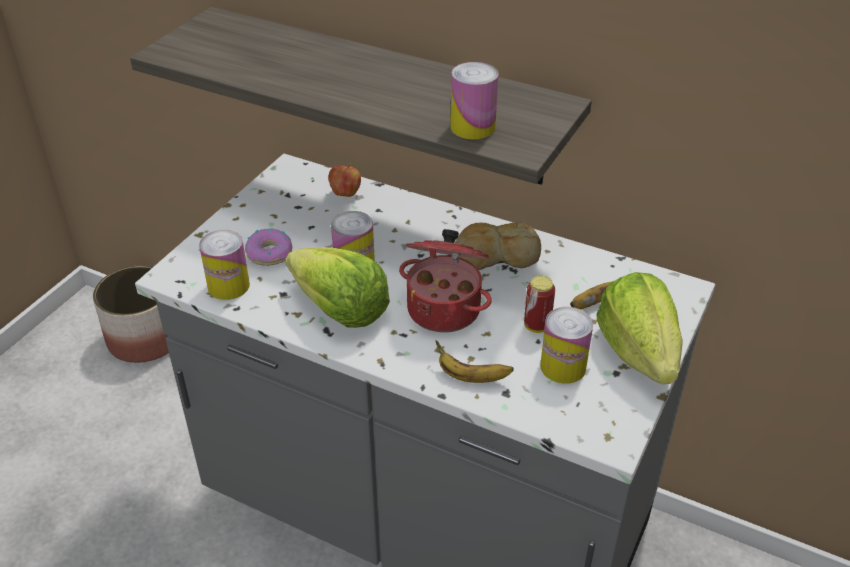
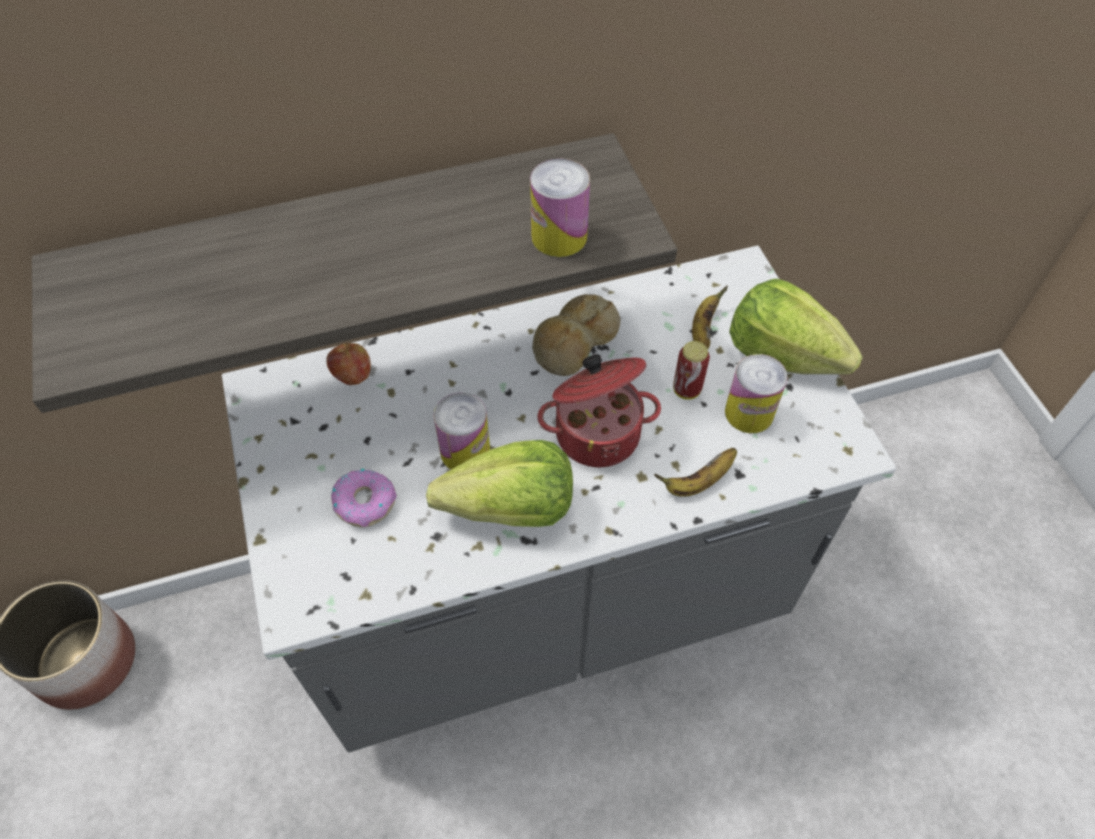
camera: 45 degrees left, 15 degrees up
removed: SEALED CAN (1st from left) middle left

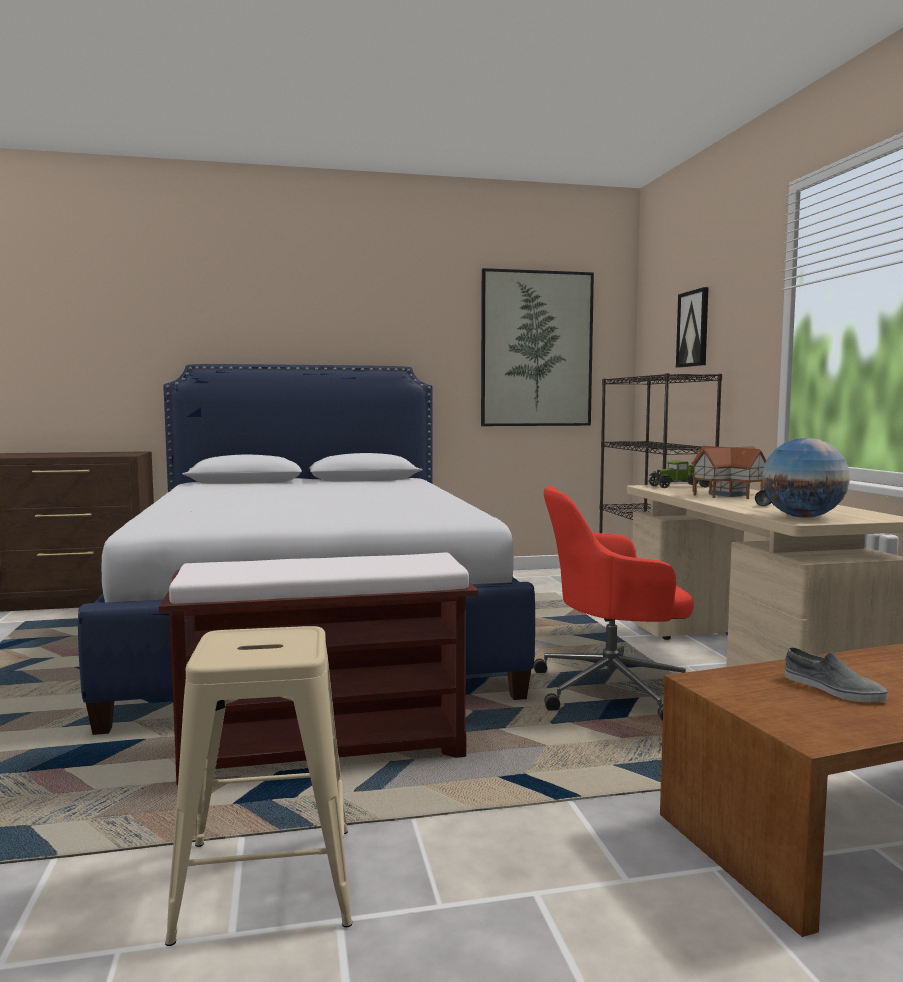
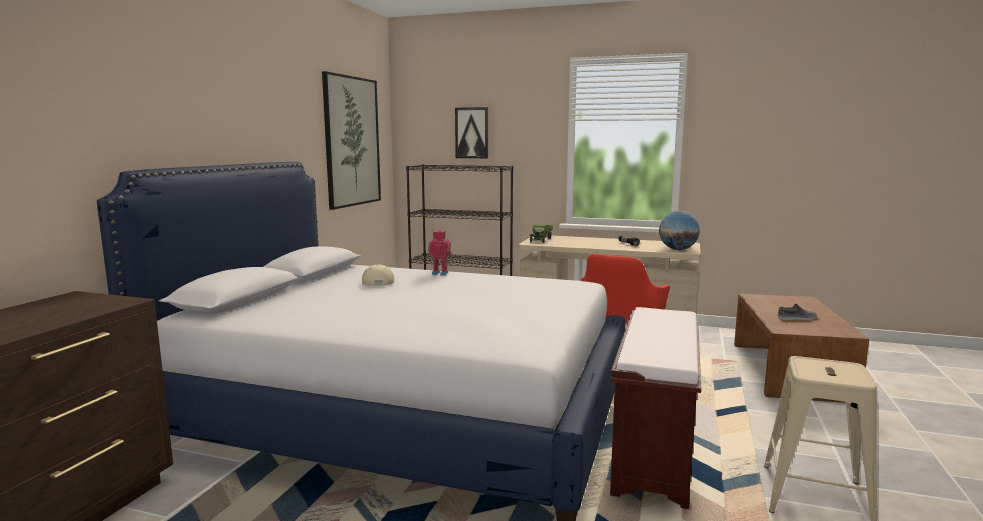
camera: 60 degrees left, 5 degrees up
removed: TOY HOUSE middle right
added: BEIGE-COLOURED CAP centre; TOY ROBOT centre

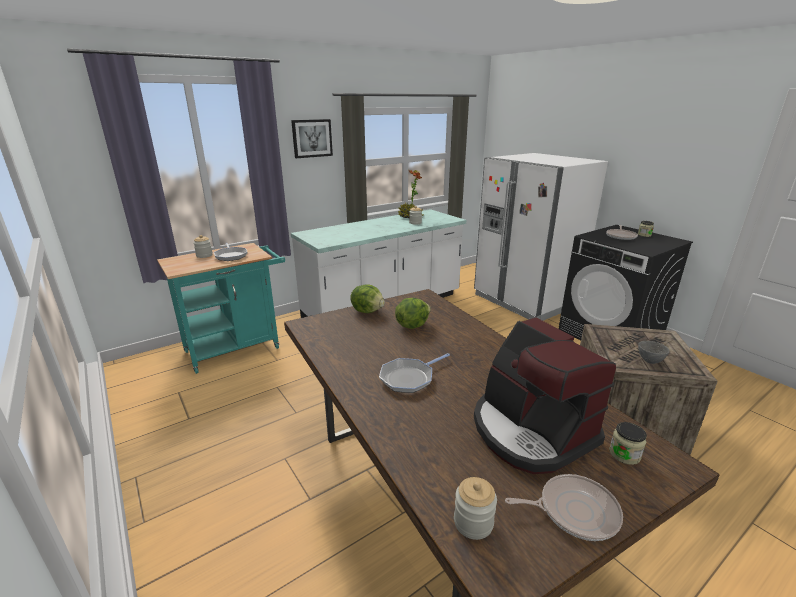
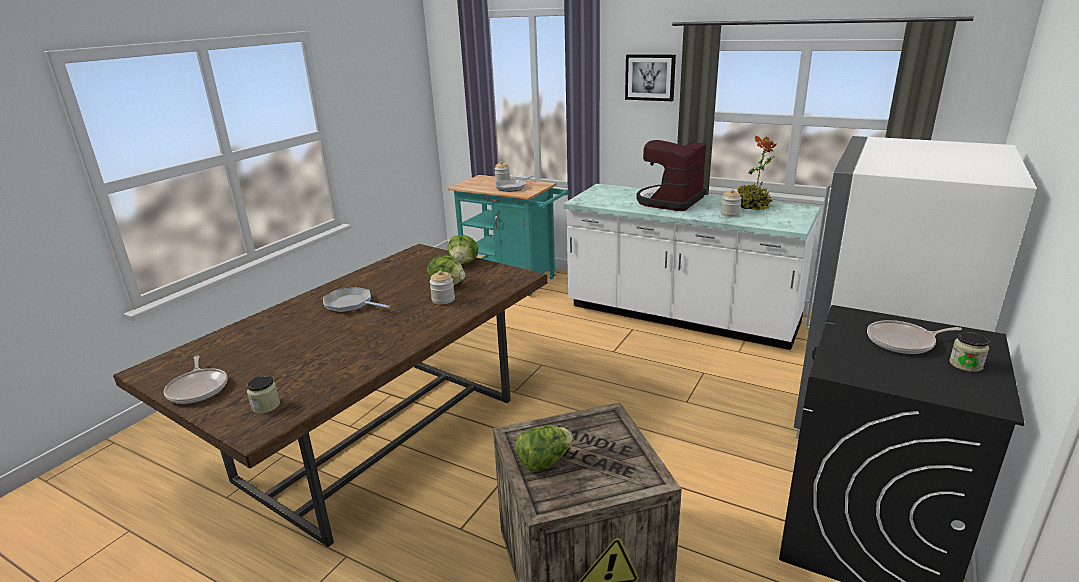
camera: 65 degrees right, 0 degrees up
moved: JAR (3rd from left in the first image) bottom centre to JAR (2nd from left) centre; COFFEE MACHINE middle right to top centre
replaced: GRAY SERVING BOWL middle right to LETTUCE (3rd from left) bottom centre

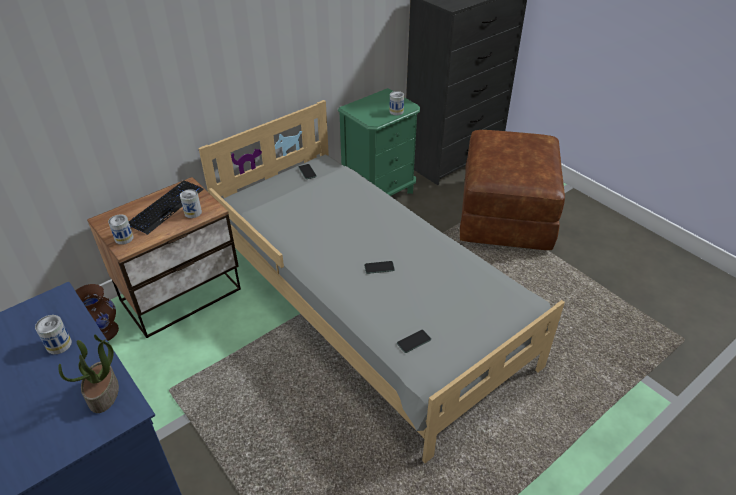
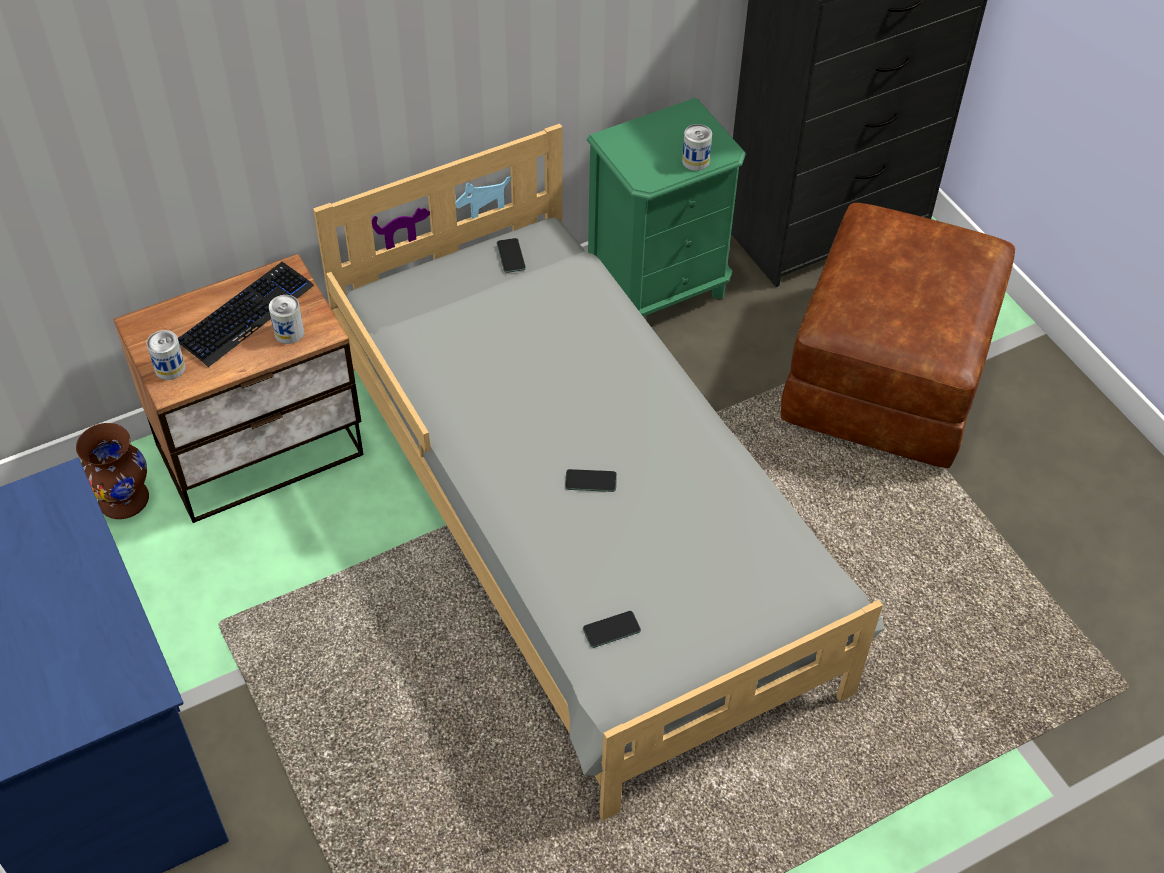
camera: 10 degrees right, 10 degrees up
removed: SEALED CAN (1st from left) bottom left; POTTED PLANT bottom left

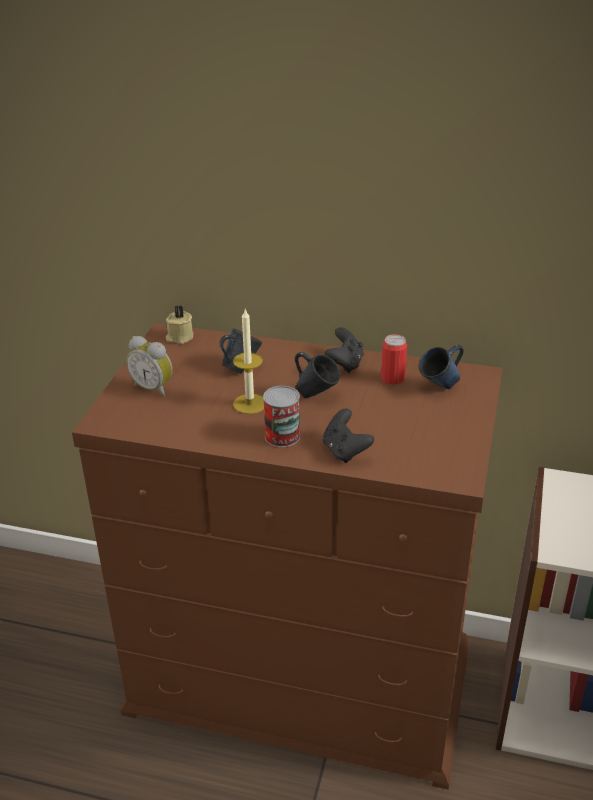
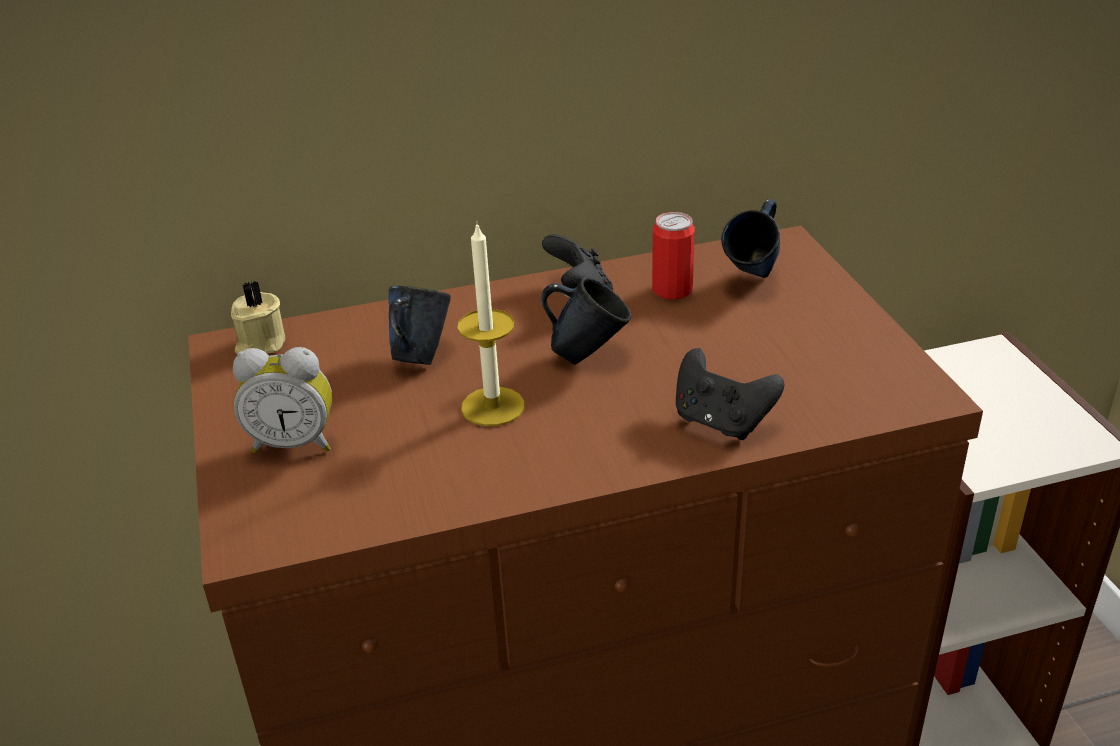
camera: 30 degrees left, 0 degrees up
removed: SEALED CAN (1st from left) centre

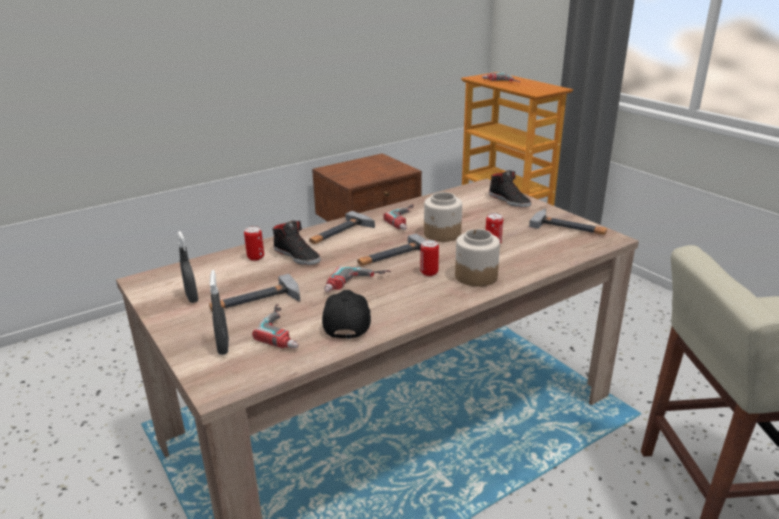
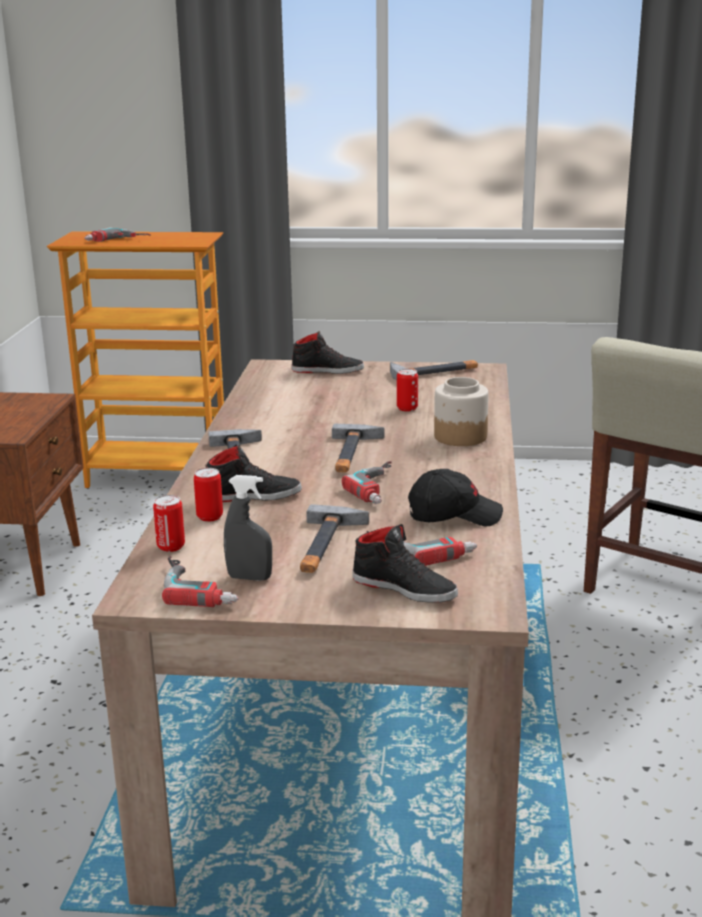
camera: 50 degrees left, 5 degrees down
removed: JAR (1st from left) centre
moved: DRILL (3rd from left in the first image) centre to DRILL (2nd from left) middle left; SEALED CAN (2nd from left in the first image) centre to SEALED CAN (1st from left) middle left
replaced: GRAY SPRAY BOTTLE (2nd from left) middle left to BLACK-COLOURED ITEM OF FOOTWEAR (3rd from left) centre
turned: BLACK-COLOURED CAP centre = centre 135 degrees clockwise

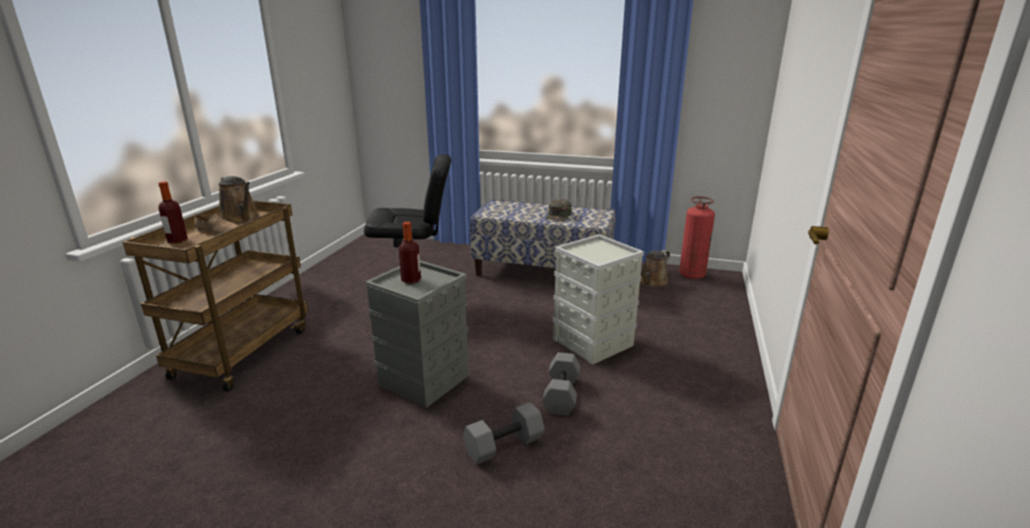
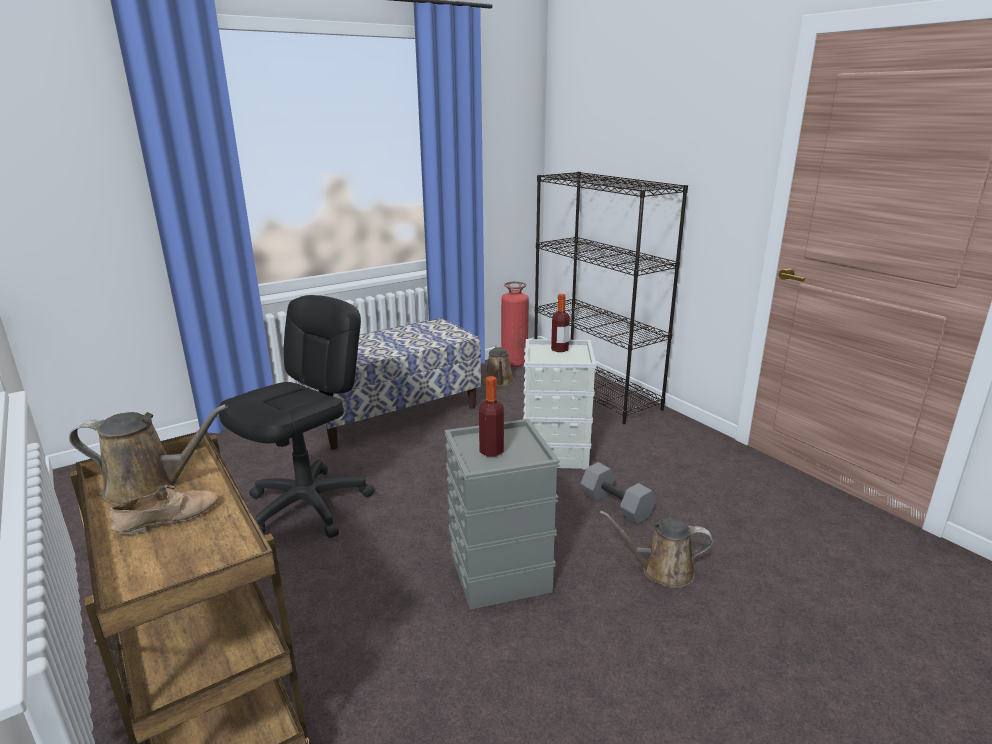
camera: 50 degrees left, 0 degrees up
removed: GREEN CAP centre
added: BLACK-COLOURED BOOKSHELF centre
moved: BEVERAGE BOTTLE (1st from left in the first image) middle left to BEVERAGE BOTTLE (2nd from left) centre
replaced: GRAY FREE WEIGHT (1st from left) bottom centre to BROWN SPRINKLING CAN (3rd from left) bottom centre

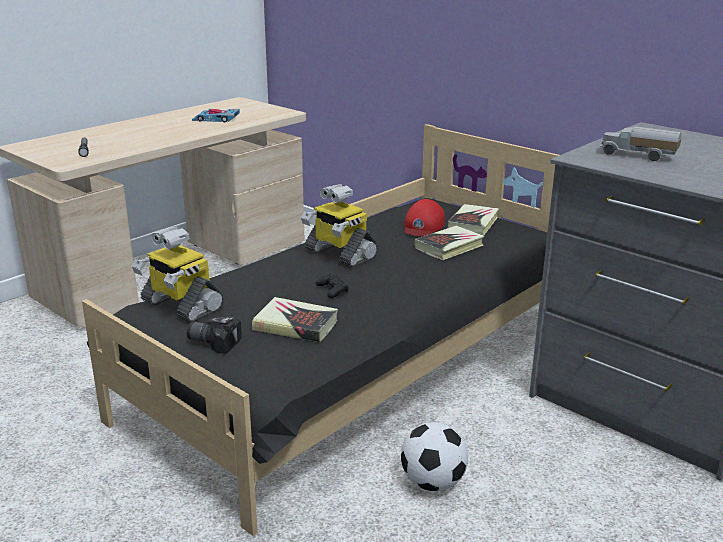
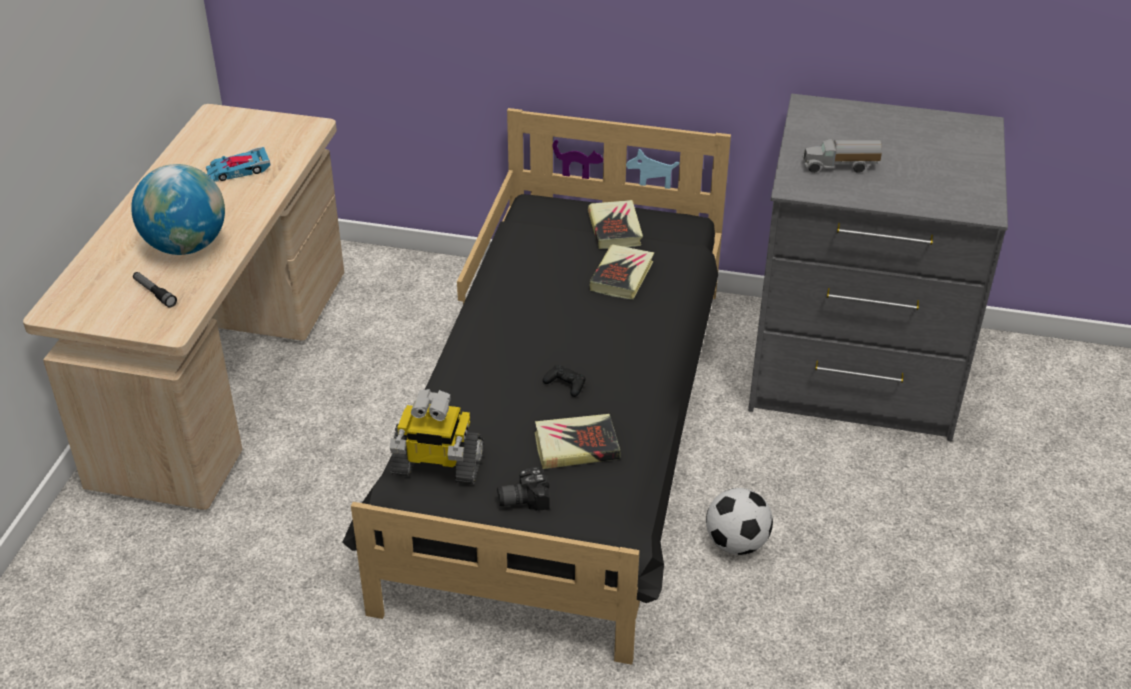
camera: 30 degrees left, 15 degrees up
removed: TOY ROBOT (2nd from left) centre; REDDISH CAP centre
added: WORLD GLOBE top left

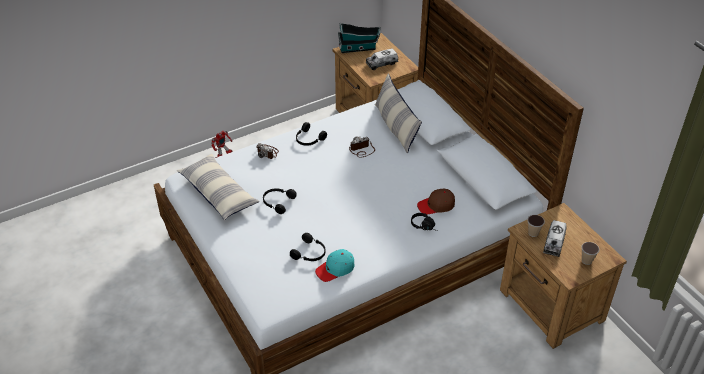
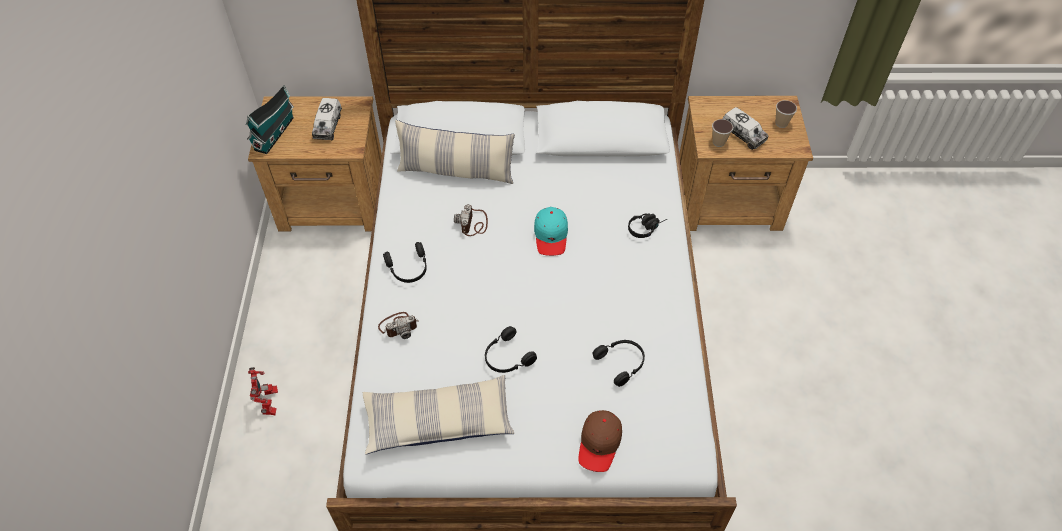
camera: 60 degrees left, 10 degrees up
moved: BLUE-GREEN CAP bottom centre to centre; BROWN CAP centre to bottom centre

